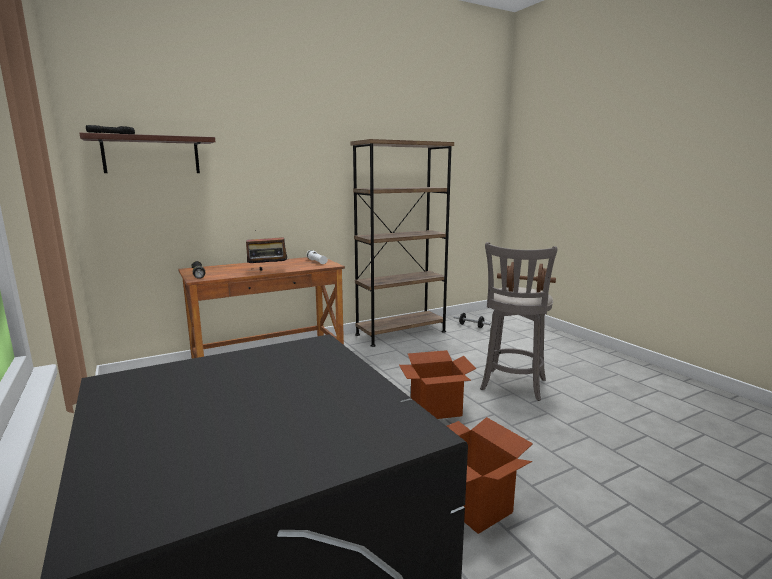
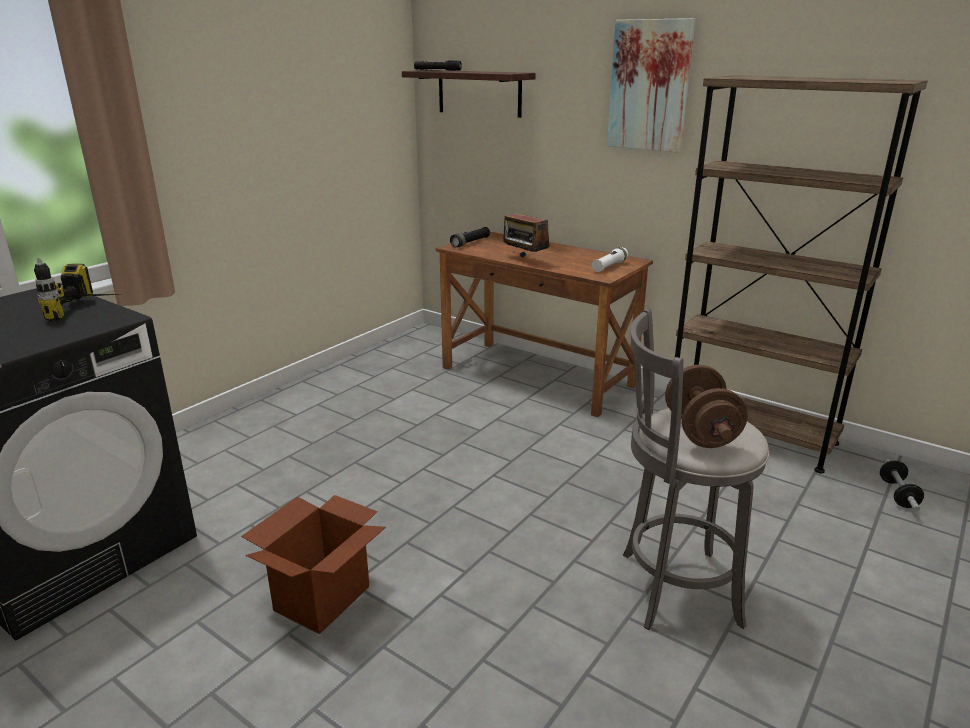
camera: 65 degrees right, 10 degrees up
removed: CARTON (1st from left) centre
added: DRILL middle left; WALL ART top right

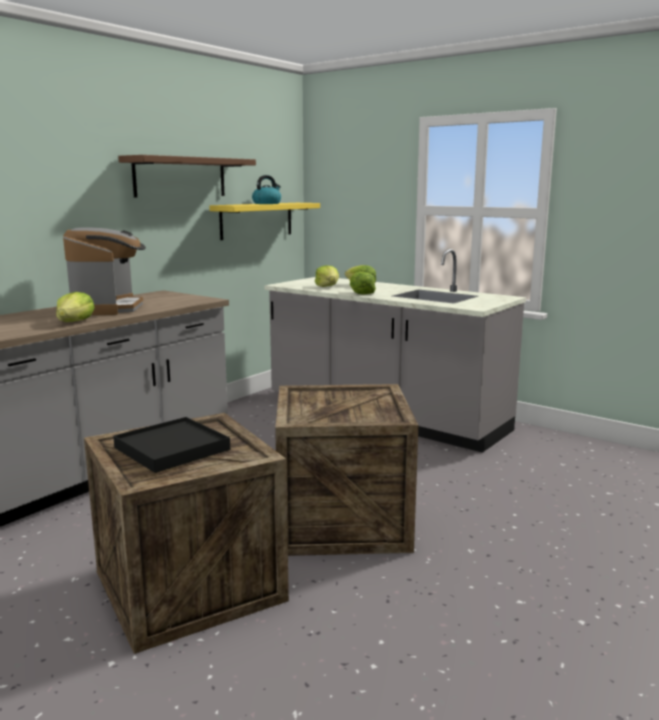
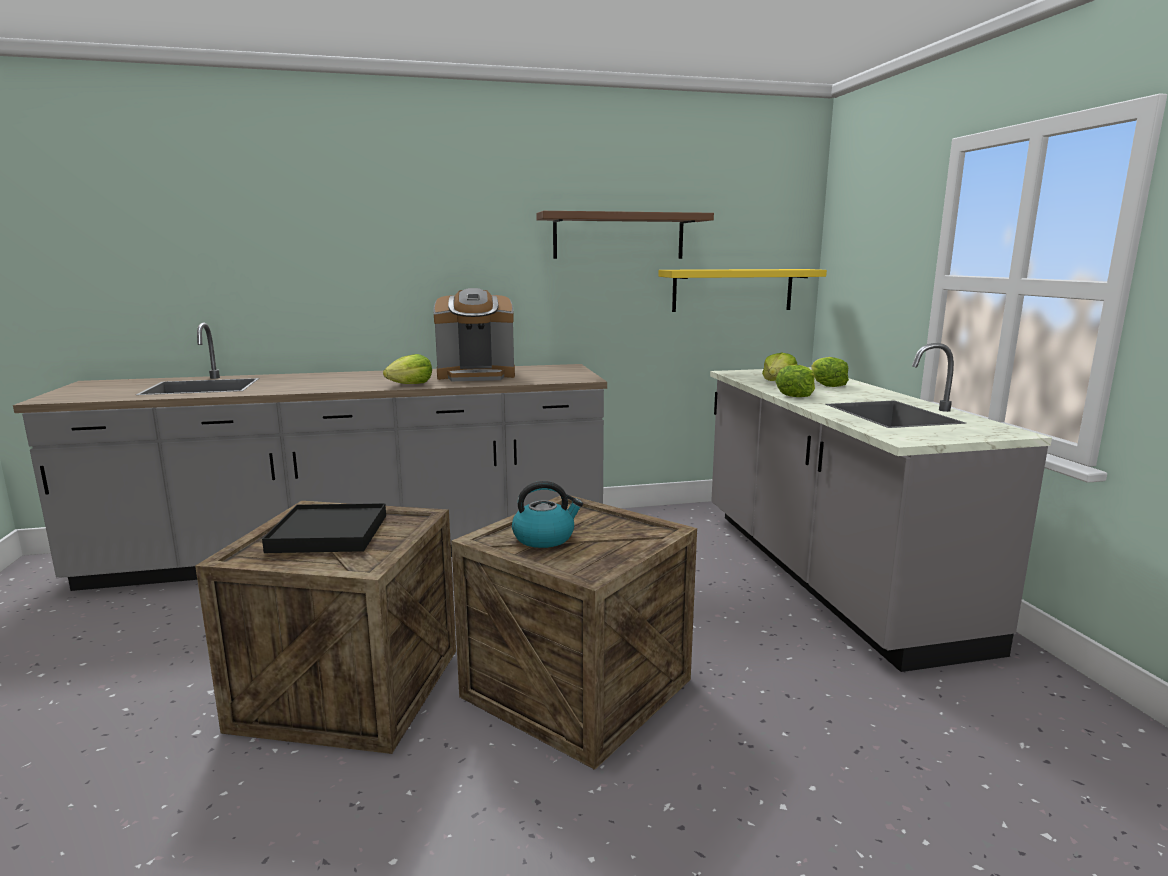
camera: 40 degrees right, 0 degrees up
moved: WATER KETTLE top centre to centre
turned: COFFEE MACHINE middle left = centre 45 degrees clockwise

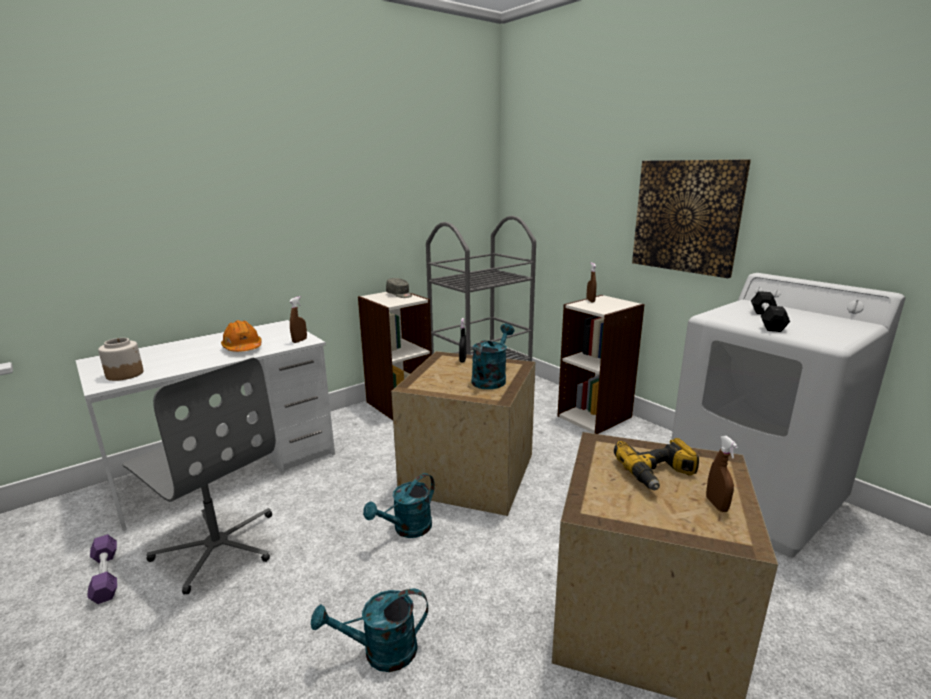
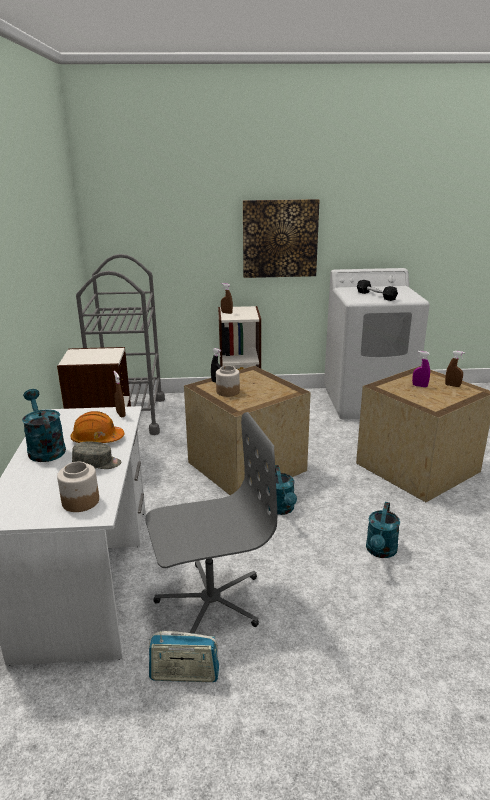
camera: 55 degrees left, 5 degrees up
added: JAR (2nd from left) centre
moved: GRAY CAP centre to middle left; BLUE-GREEN SPRINKLING CAN (3rd from left in the first image) centre to BLUE-GREEN SPRINKLING CAN (1st from left) middle left
replaced: PURPLE FREE WEIGHT bottom left to RADIO bottom centre; DRILL middle right to PURPLE SPRAY BOTTLE middle right

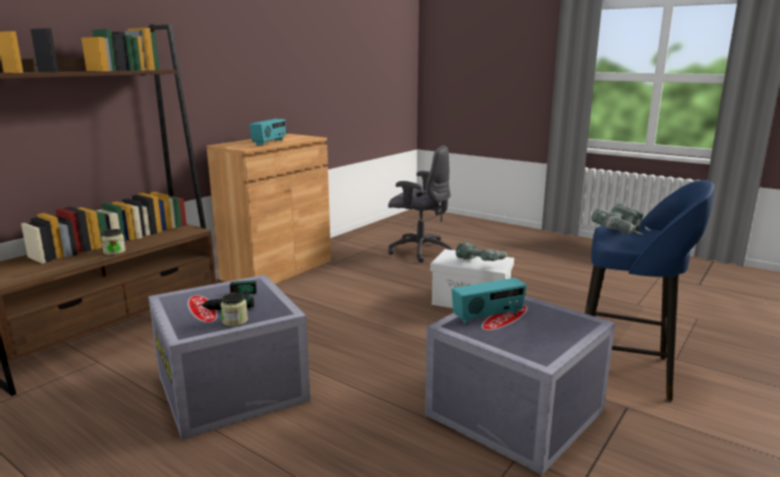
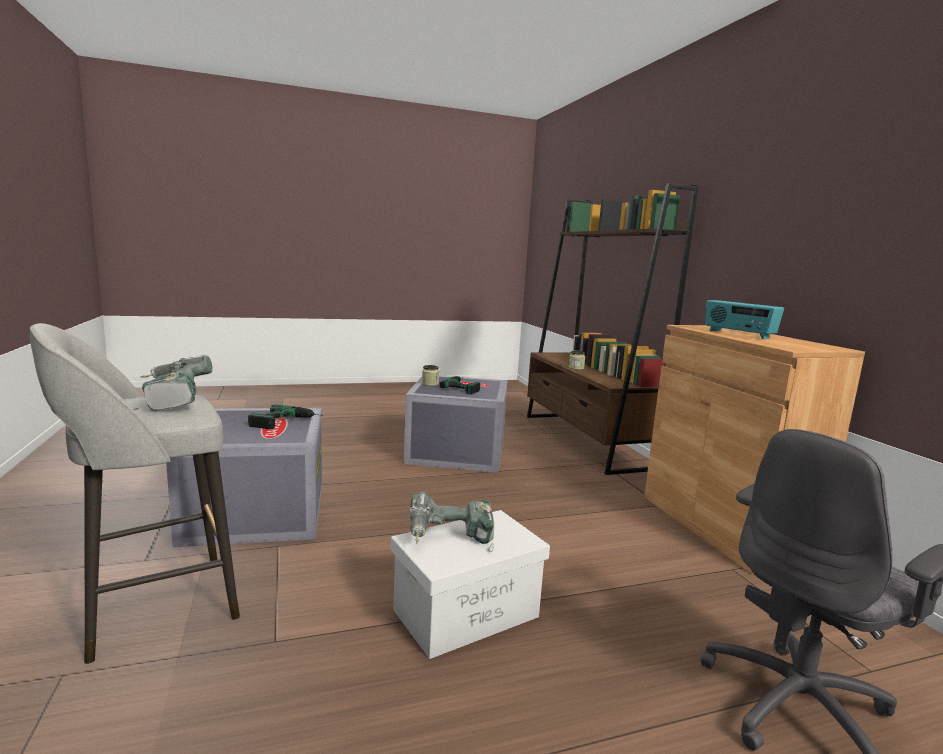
camera: 125 degrees right, 5 degrees down
replaced: RADIO (2nd from left) centre to DRILL (2nd from left) middle left
recoloured: BLUISH STOOL middle right to GRAY STOOL middle left

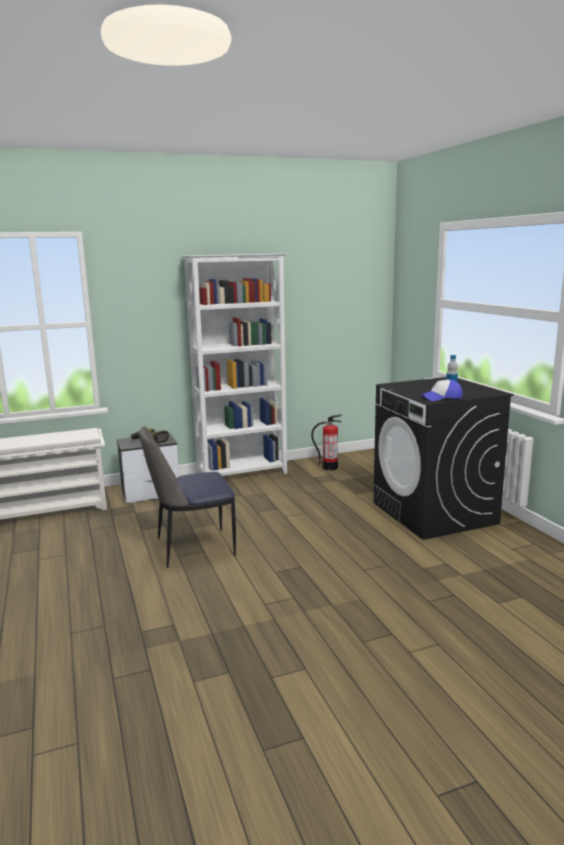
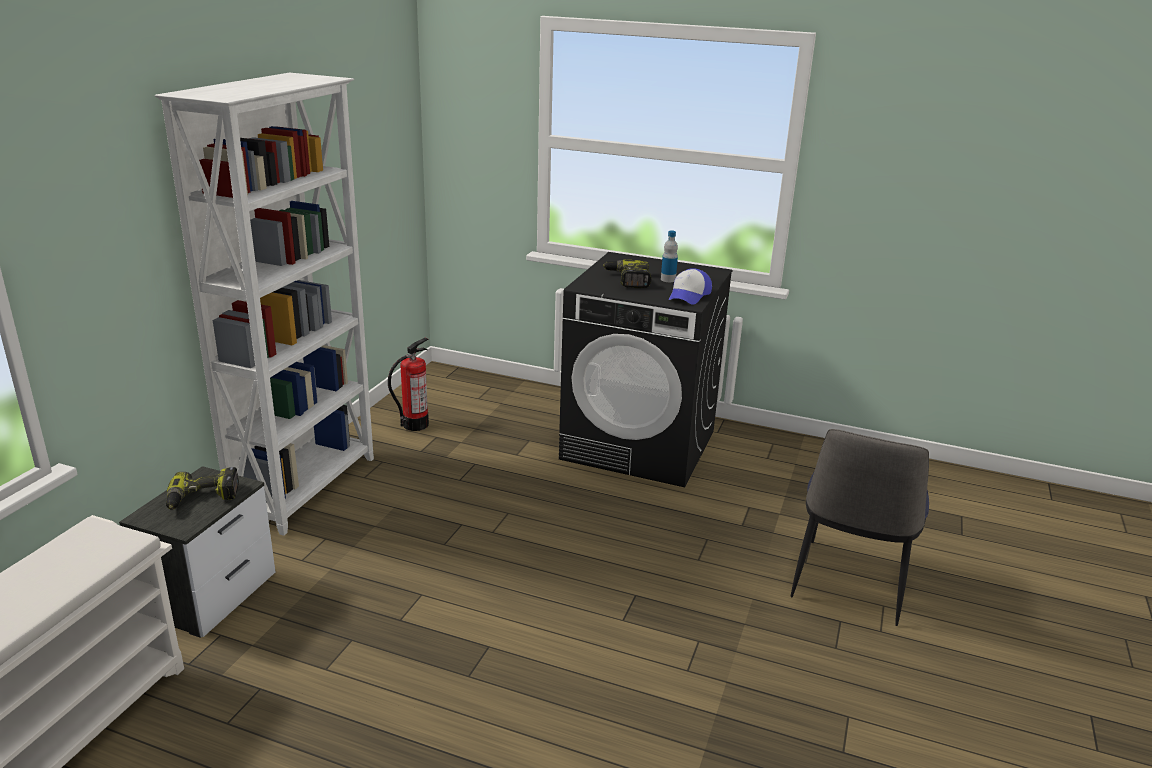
camera: 50 degrees left, 10 degrees up
added: DRILL (2nd from left) centre
moved: UPRIGHT CHAIR middle left to bottom right

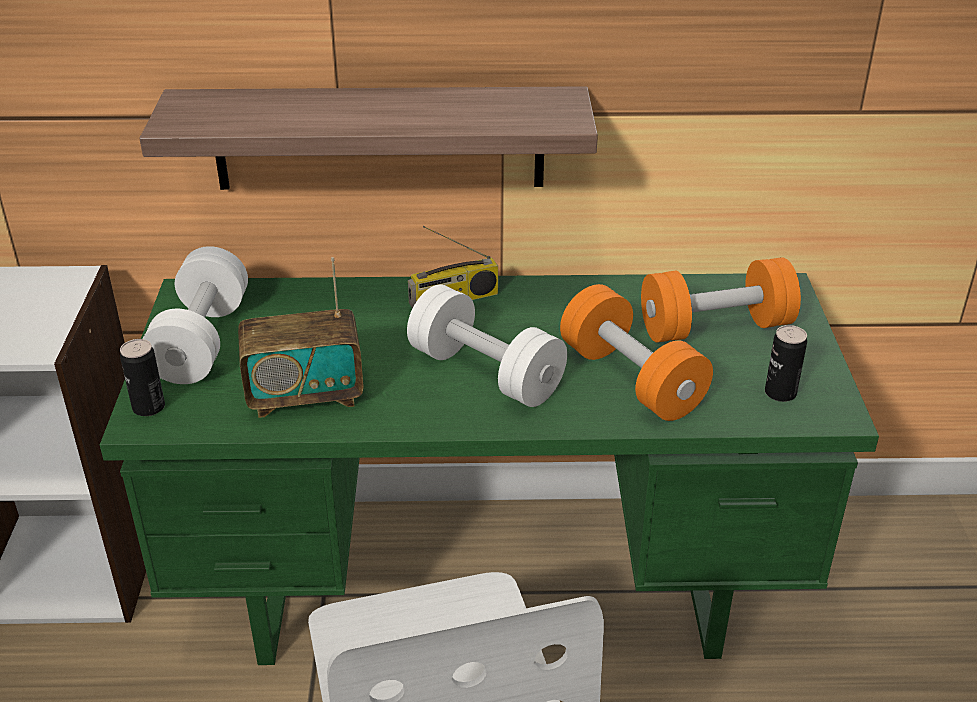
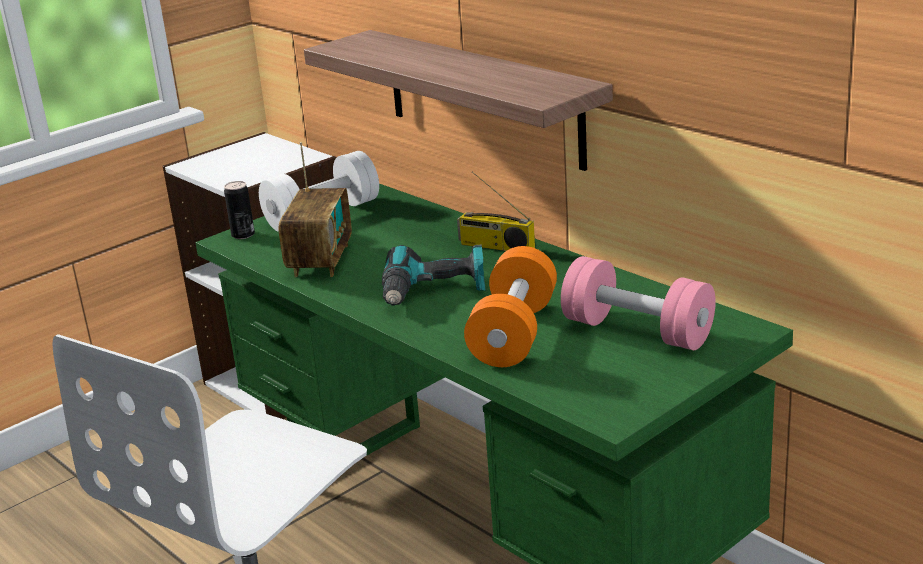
camera: 50 degrees right, 10 degrees down
removed: SEALED CAN (2nd from left) middle right
replaced: WHITE-COLOURED FREE WEIGHT (2nd from left) centre to DRILL centre
recoloured: ORANGE FREE WEIGHT (2nd from left) middle right to PINK-COLOURED FREE WEIGHT middle right
turned: RADIO (1st from left) middle left = centre 120 degrees counterclockwise

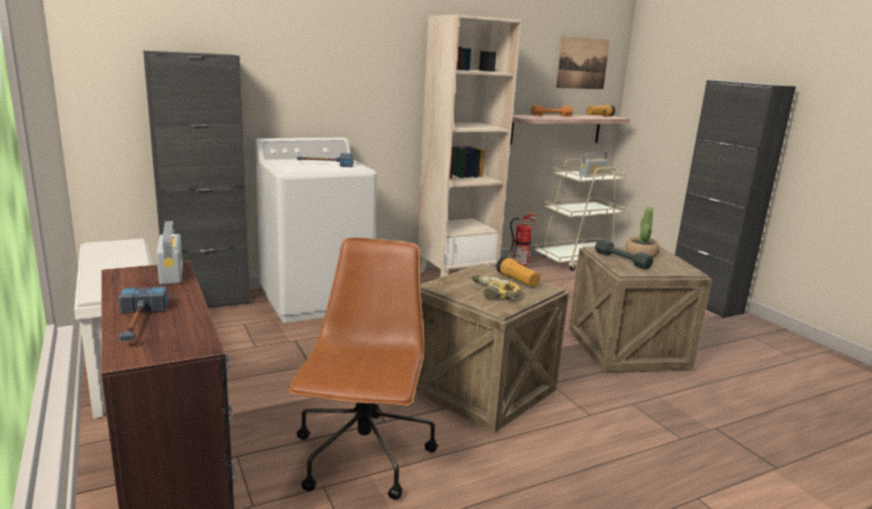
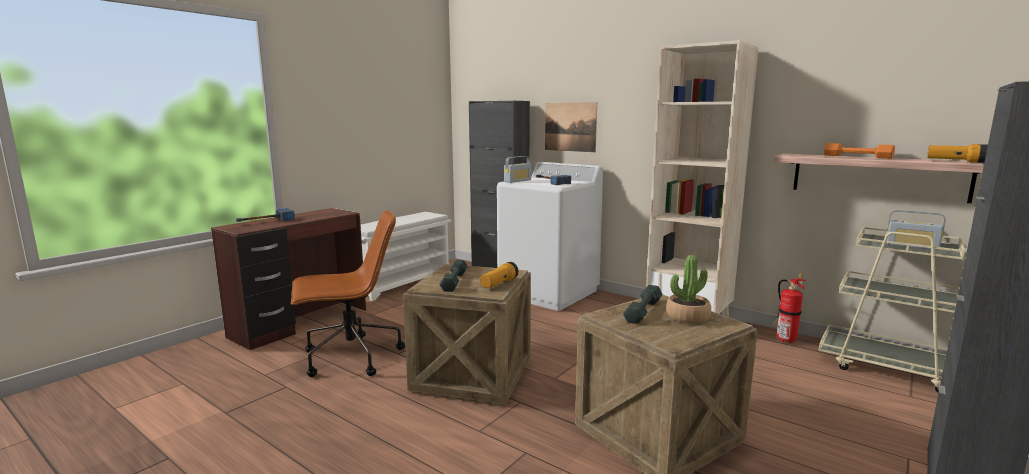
camera: 65 degrees right, 5 degrees down
moved: RADIO (1st from left) middle left to centre; WALL ART top right to top centre
replaced: DRILL centre to GRAY FREE WEIGHT (1st from left) centre

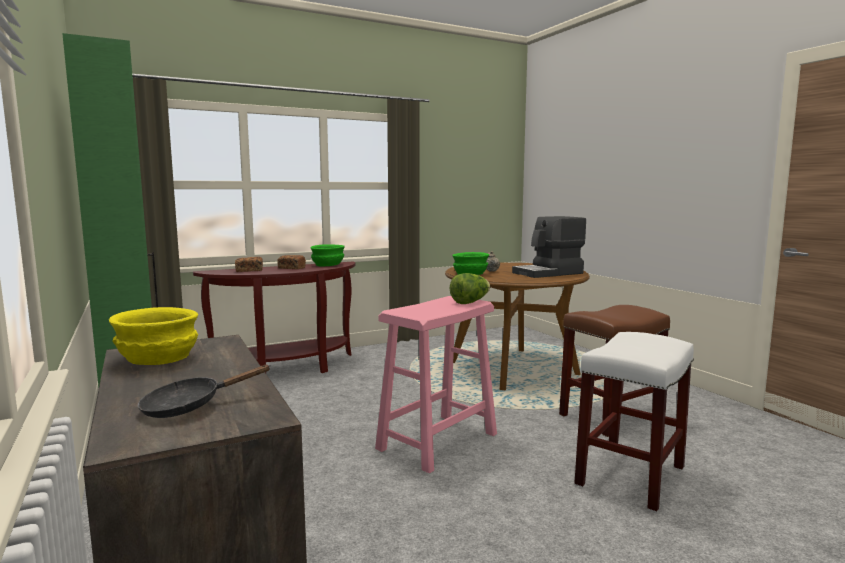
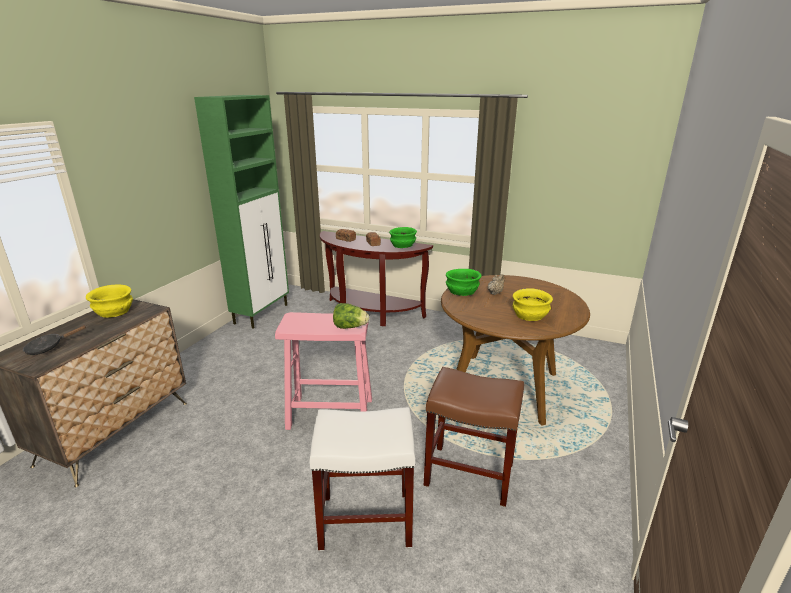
camera: 50 degrees right, 15 degrees up
replaced: COFFEE MACHINE centre to YELLOWISH SERVING BOWL (2nd from left) middle right
turned: BLACK-COLOURED SKILLET bottom left = middle left 60 degrees counterclockwise

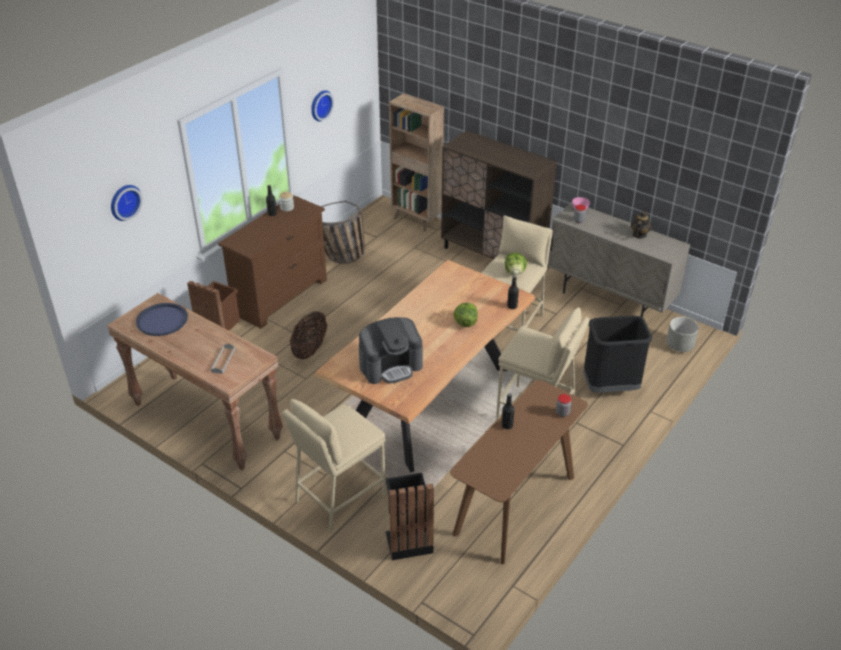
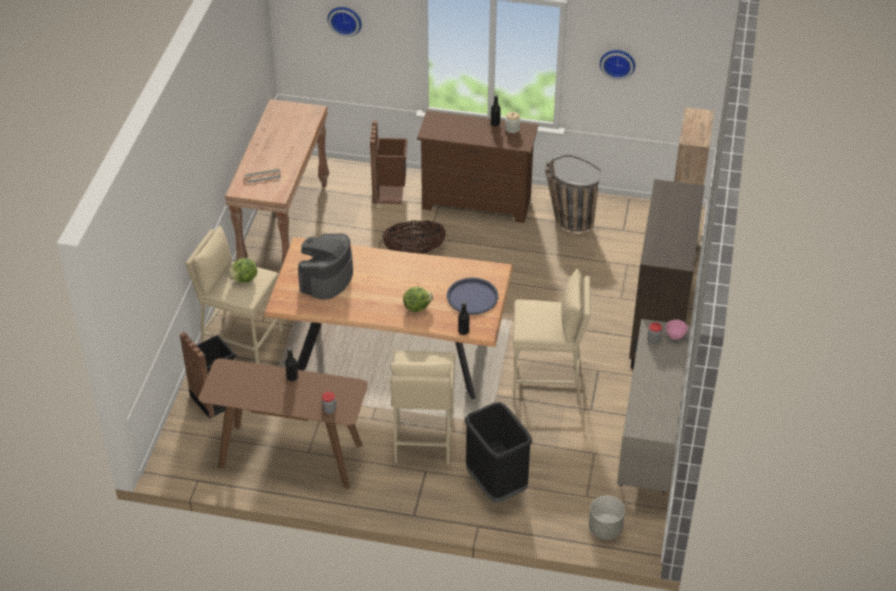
camera: 65 degrees right, 5 degrees up
removed: TEA POT middle right
moved: BLUISH SERVING TRAY middle left to centre; LETTUCE (2nd from left in the first image) centre to LETTUCE (1st from left) middle left
turned: COFFEE MACHINE centre = centre 75 degrees clockwise

